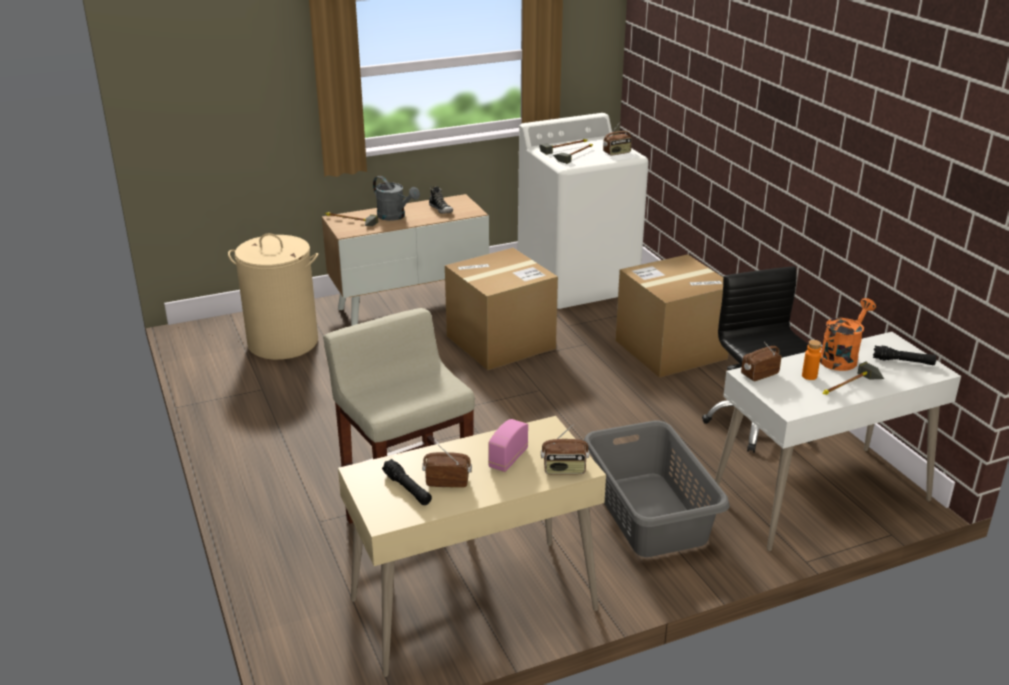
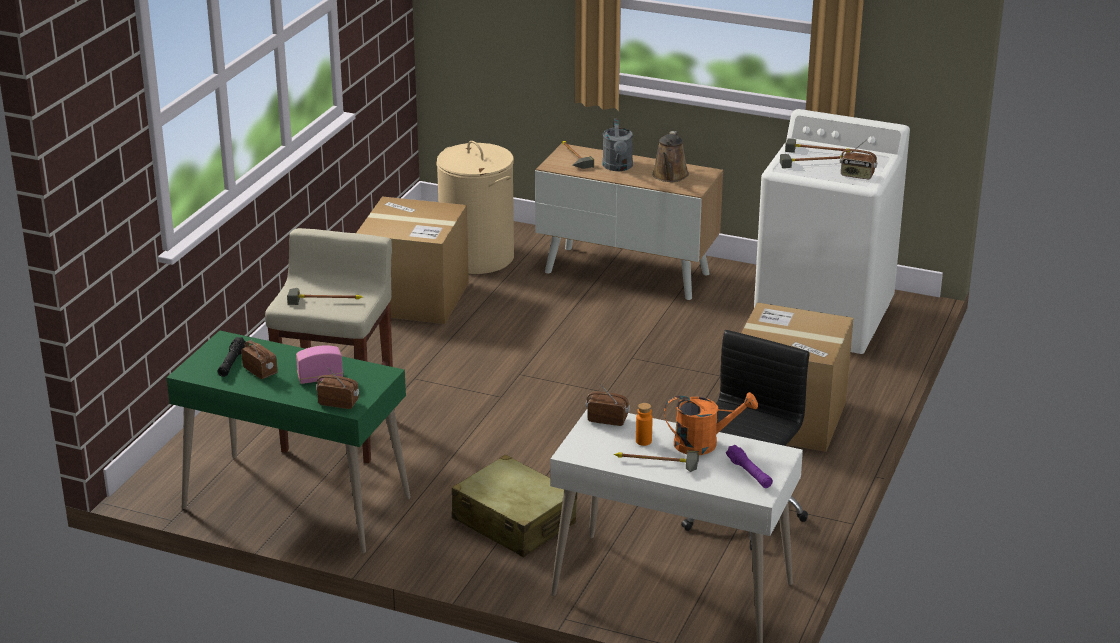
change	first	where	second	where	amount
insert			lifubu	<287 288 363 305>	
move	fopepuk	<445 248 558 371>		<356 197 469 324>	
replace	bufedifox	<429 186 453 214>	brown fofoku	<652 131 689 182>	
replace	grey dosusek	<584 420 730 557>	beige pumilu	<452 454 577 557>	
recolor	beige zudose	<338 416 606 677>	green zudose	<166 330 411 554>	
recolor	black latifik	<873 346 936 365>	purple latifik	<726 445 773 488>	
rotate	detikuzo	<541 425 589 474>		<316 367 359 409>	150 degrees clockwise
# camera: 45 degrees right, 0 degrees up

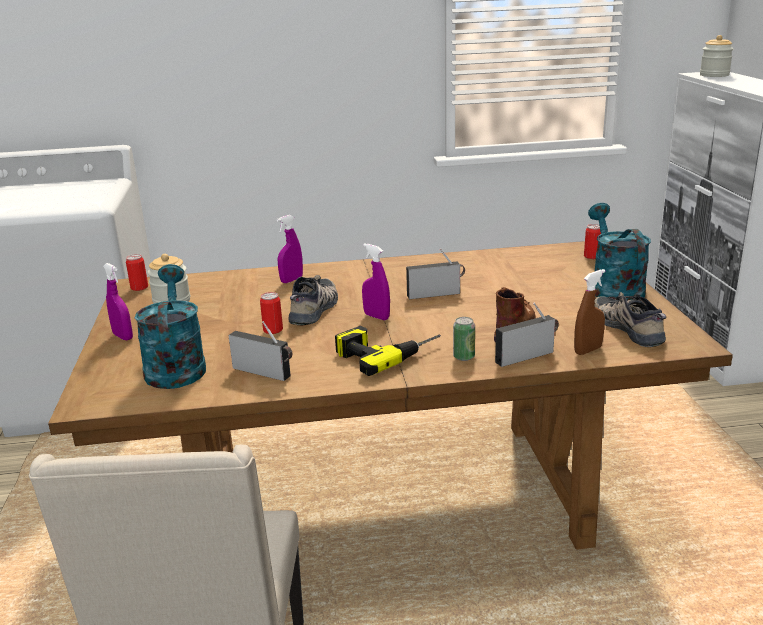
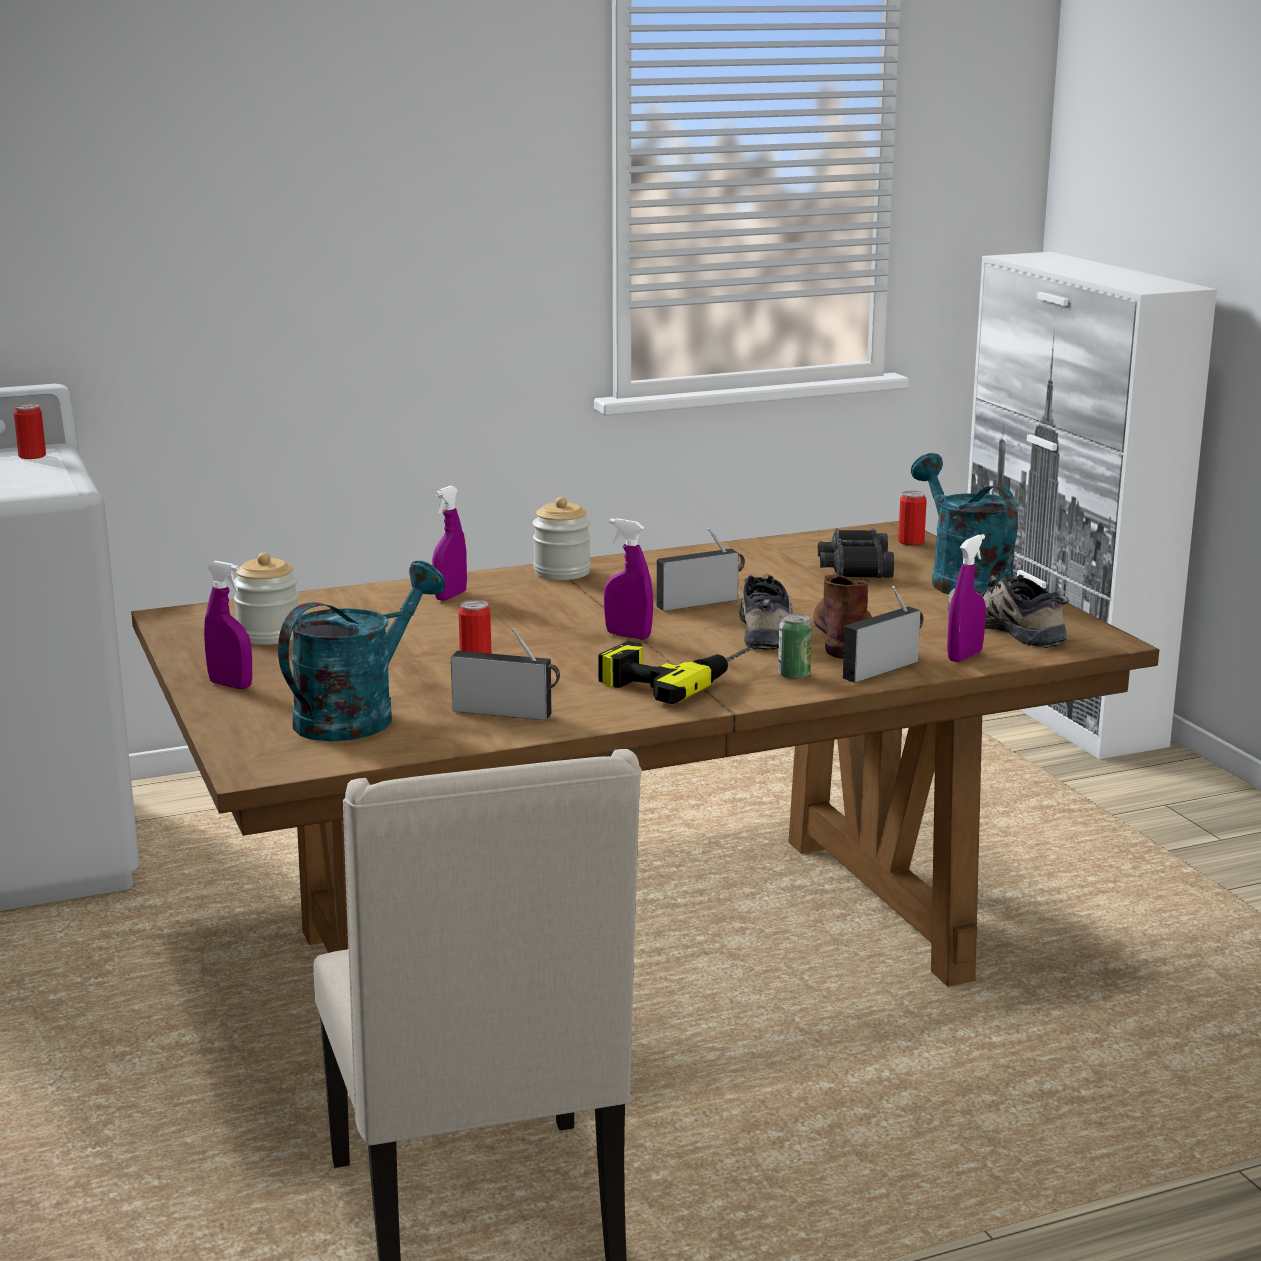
change	first	where	second	where	amount
insert			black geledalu	<818 529 894 578>	
move	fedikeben	<126 254 148 291>		<14 404 46 459>	
move	bufedifox	<289 275 338 326>		<740 574 793 650>	
move	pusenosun	<700 35 734 77>		<533 497 591 580>	
recolor	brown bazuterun	<574 269 605 355>	purple bazuterun	<947 534 986 662>	
rotate	turquoise fofoku	<135 264 206 389>		<278 561 445 741>	60 degrees clockwise
# camera: 15 degrees left, 5 degrees down

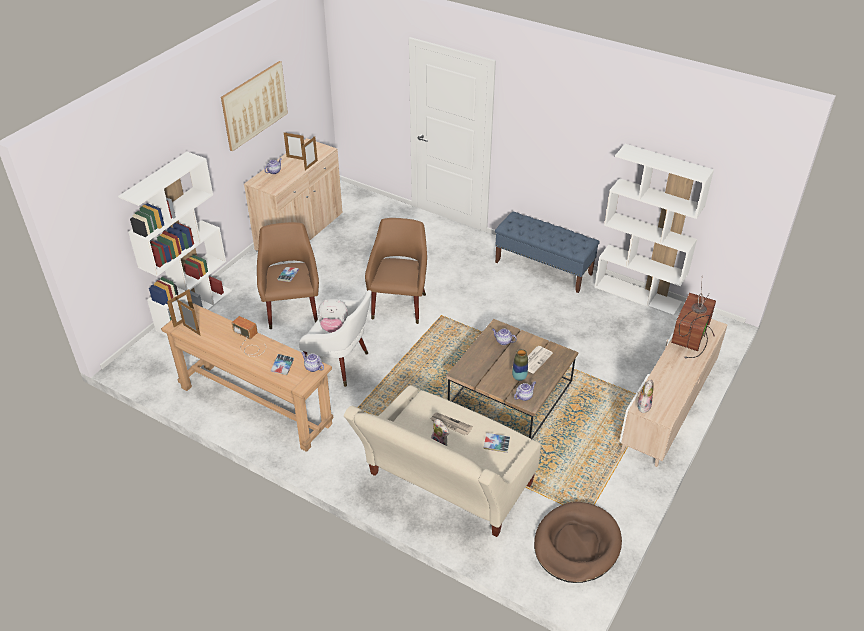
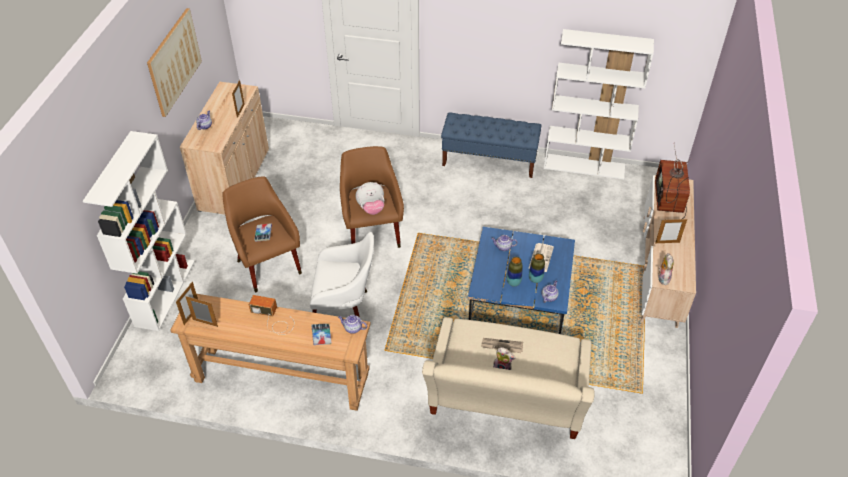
change	first	where	second	where	amount
delete	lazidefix	<483 433 510 453>			
delete	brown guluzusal	<534 502 622 583>			
insert			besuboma	<507 257 523 286>	
move	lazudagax	<284 132 304 160>		<655 218 687 243>	
move	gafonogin	<318 299 348 333>		<355 182 384 215>	
recolor	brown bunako	<446 319 578 439>	blue bunako	<468 227 575 334>	
# camera: 20 degrees left, 5 degrees up

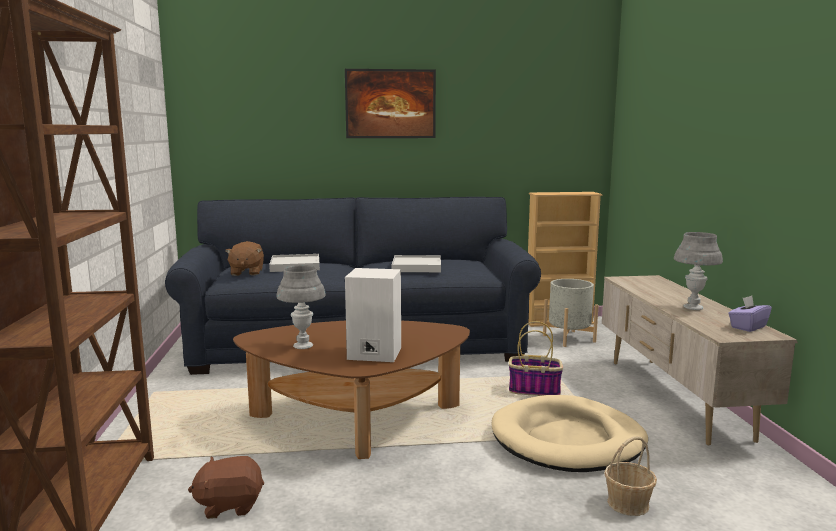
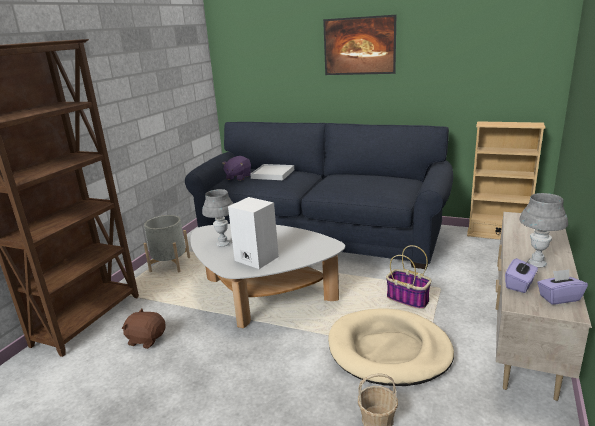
change	first	where	second	where	amount
delete	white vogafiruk	<392 255 441 272>			
insert			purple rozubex	<505 258 538 293>	
move	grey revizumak	<543 279 599 347>		<144 215 190 272>	
recolor	brown gafonogin	<225 241 264 276>	purple gafonogin	<222 156 251 181>	
recolor	brown bunako	<233 321 470 459>	white bunako	<190 224 345 328>	
# camera: 30 degrees right, 10 degrees up

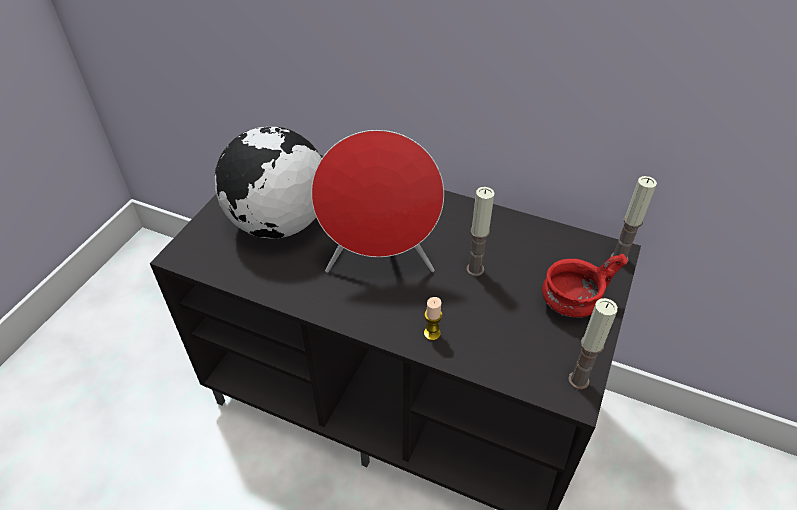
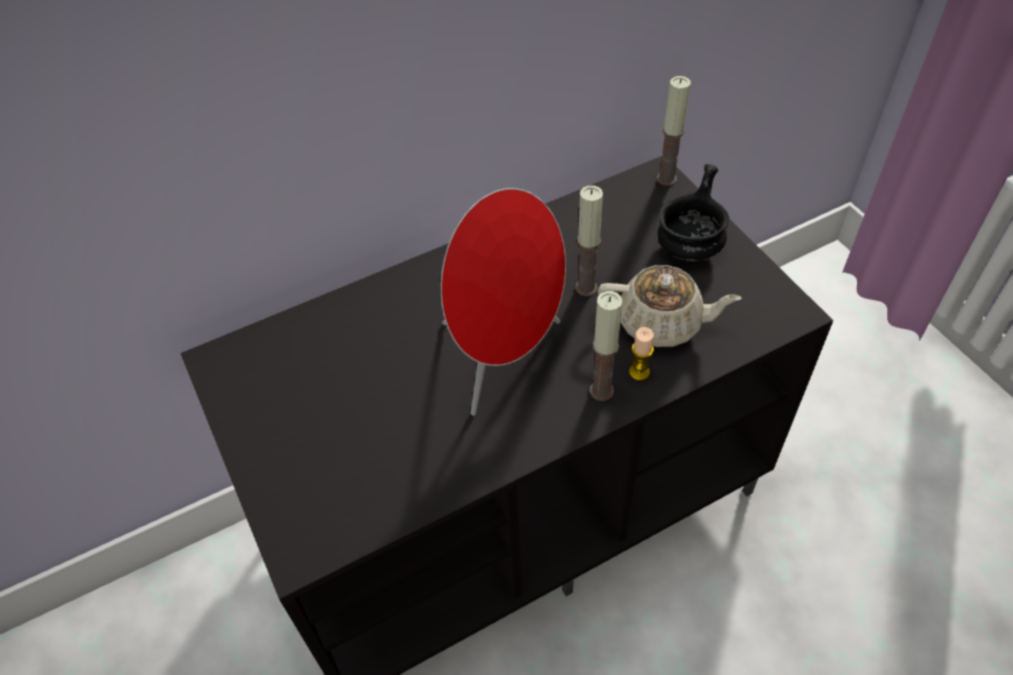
change	first	where	second	where	amount
delete	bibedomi	<215 127 322 238>			
insert			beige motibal	<598 265 742 347>	
move	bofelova	<568 298 618 390>		<590 291 623 401>	
recolor	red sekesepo	<542 254 628 318>	black sekesepo	<658 164 729 261>	
# camera: 50 degrees left, 5 degrees up

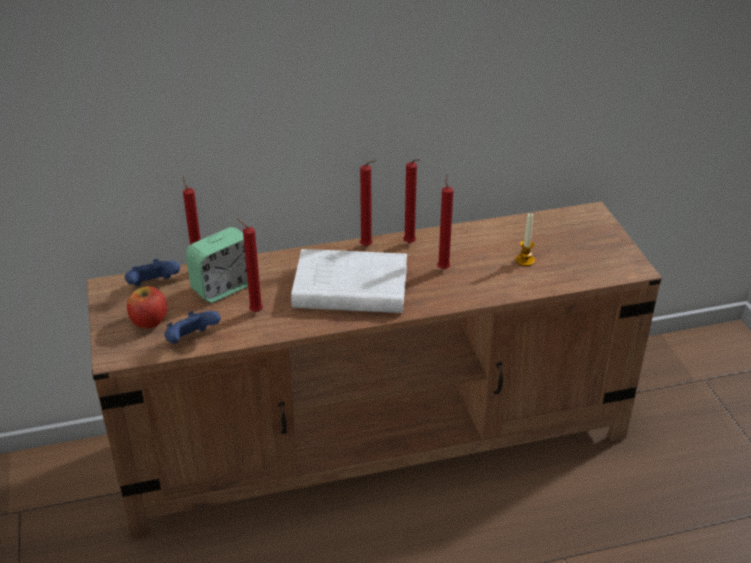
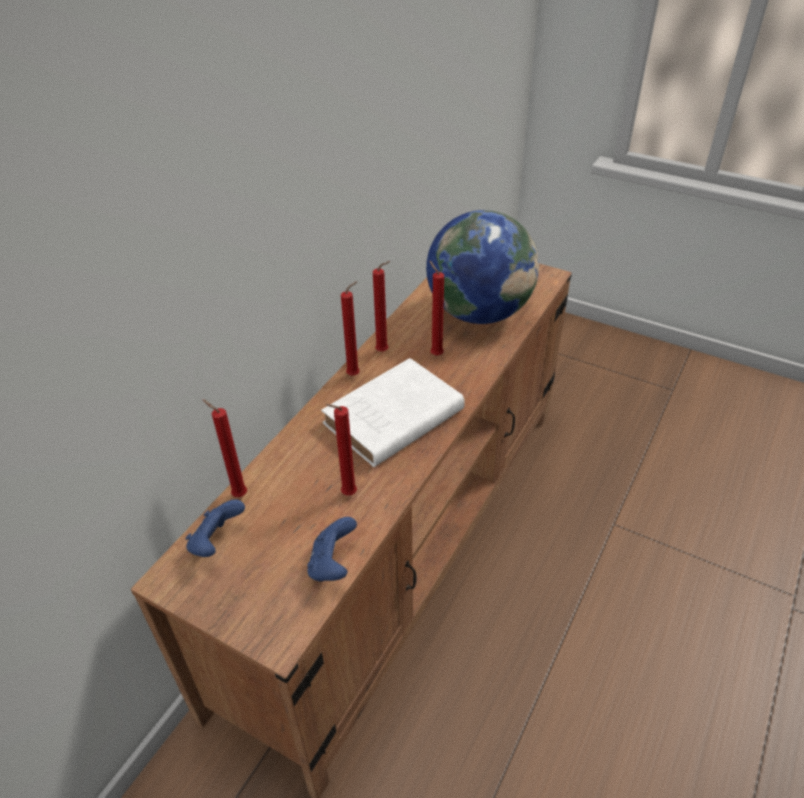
change	first	where	second	where	amount
delete	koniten	<127 286 167 329>			
delete	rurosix	<185 227 248 303>			
replace	bofelova	<516 213 535 266>	bibedomi	<426 210 539 324>	
# camera: 45 degrees left, 5 degrees up

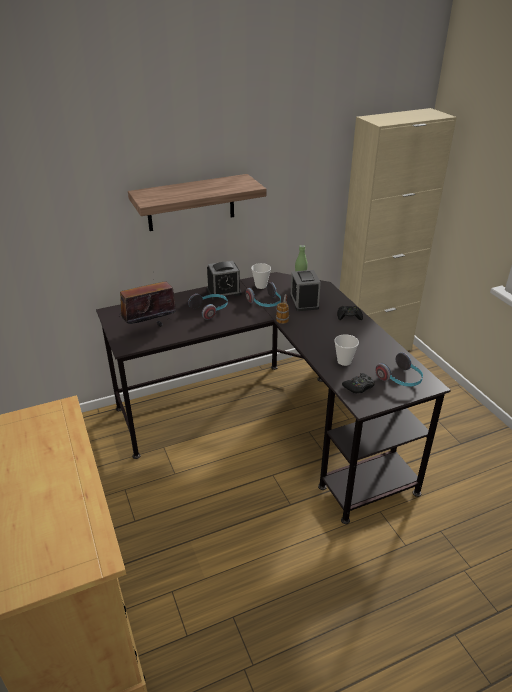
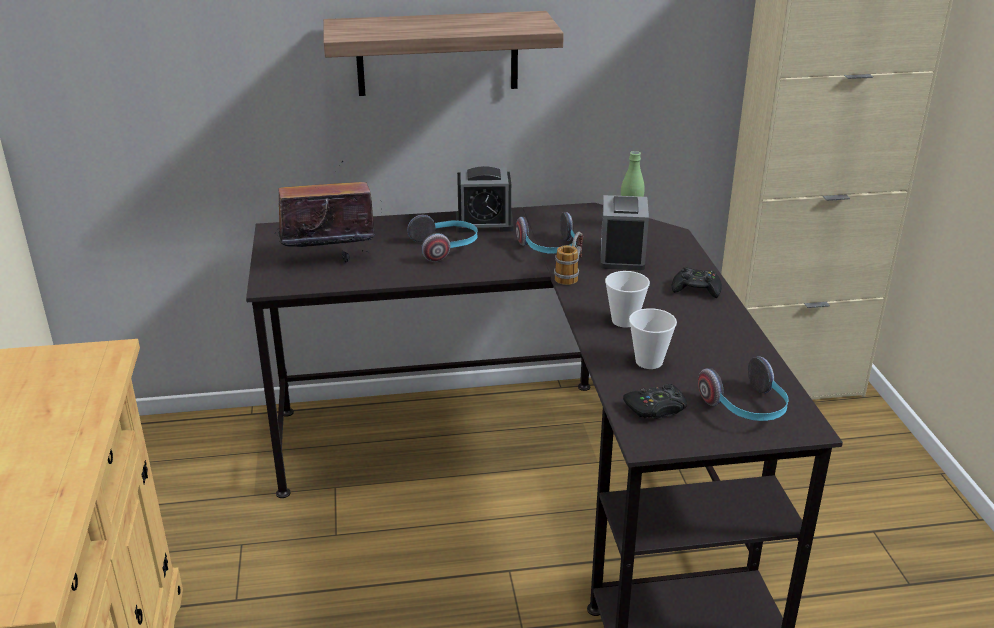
change	first	where	second	where	amount
move	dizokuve	<251 263 271 289>		<605 271 650 328>	
# camera: 15 degrees right, 5 degrees down

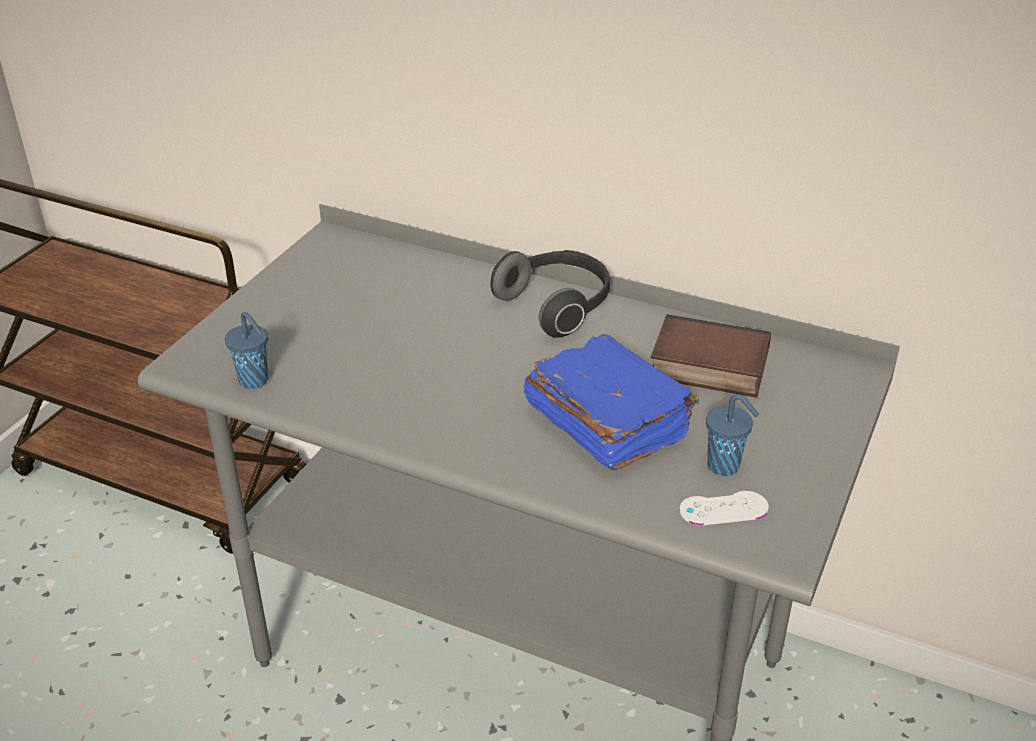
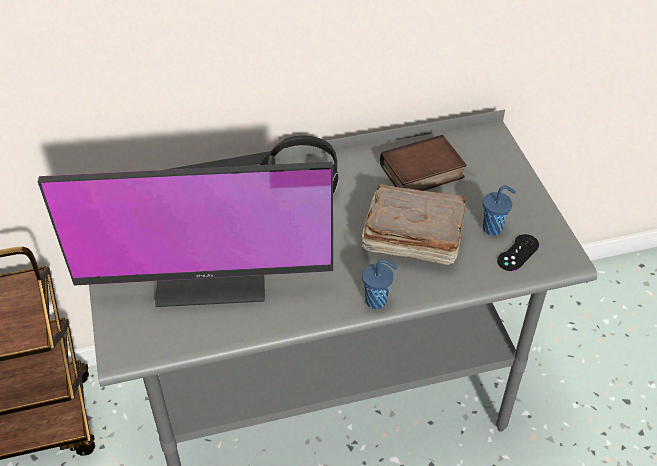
change	first	where	second	where	amount
insert			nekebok	<38 162 333 307>	
move	blue dizokuve	<225 312 268 389>		<362 259 397 309>	
recolor	blue lazidefix	<524 334 699 470>	brown lazidefix	<361 184 467 265>	
recolor	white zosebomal	<679 491 769 525>	black zosebomal	<497 234 539 271>	
# camera: 40 degrees left, 10 degrees up

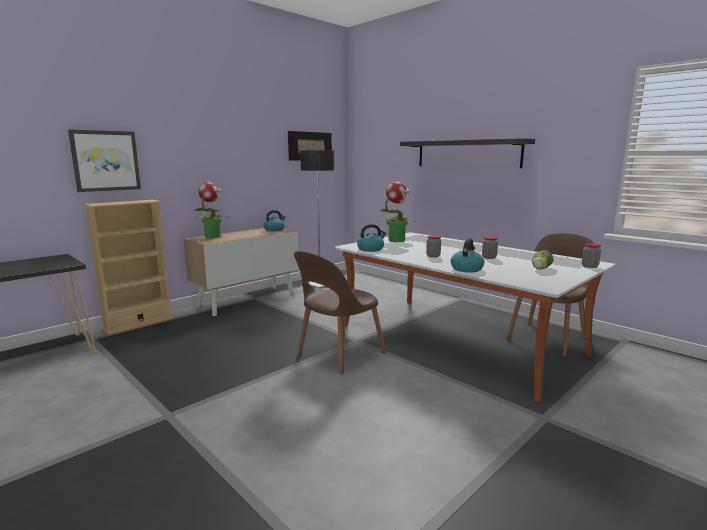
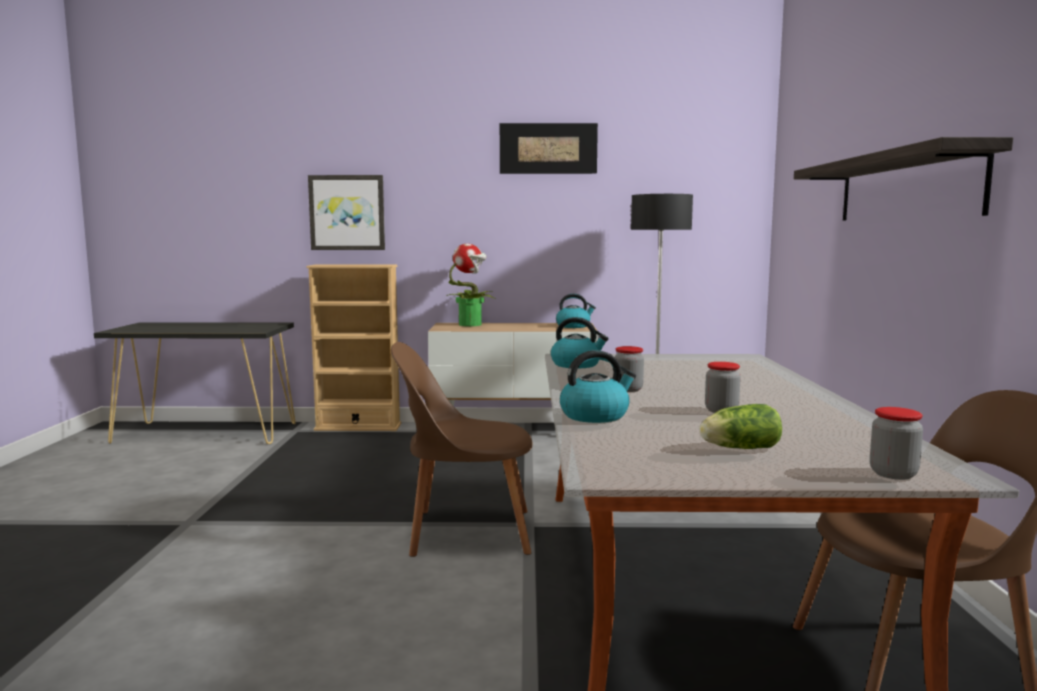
change	first	where	second	where	amount
delete	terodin	<380 182 416 242>			
move	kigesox	<288 131 332 160>		<500 123 598 174>	
# camera: 45 degrees right, 5 degrees down

